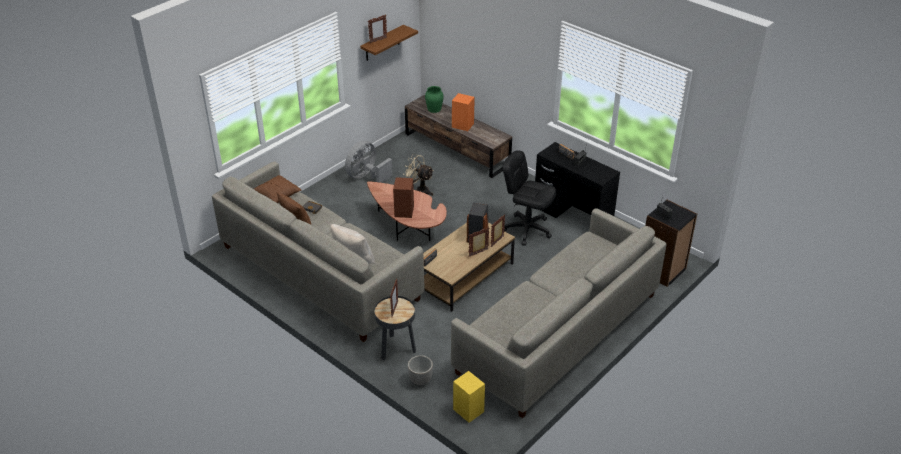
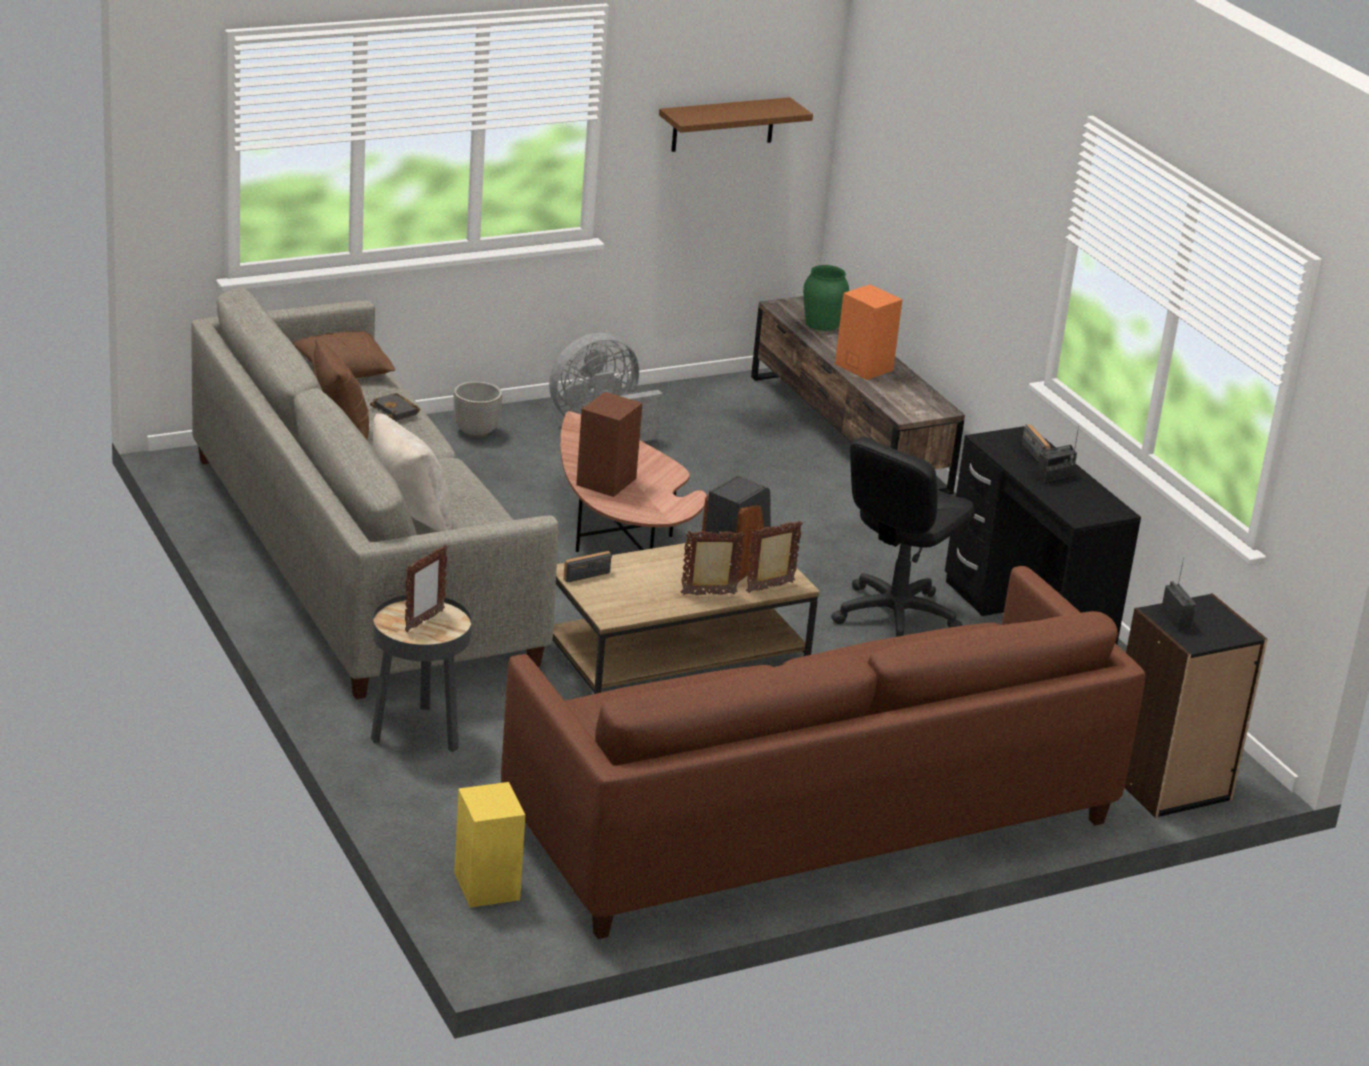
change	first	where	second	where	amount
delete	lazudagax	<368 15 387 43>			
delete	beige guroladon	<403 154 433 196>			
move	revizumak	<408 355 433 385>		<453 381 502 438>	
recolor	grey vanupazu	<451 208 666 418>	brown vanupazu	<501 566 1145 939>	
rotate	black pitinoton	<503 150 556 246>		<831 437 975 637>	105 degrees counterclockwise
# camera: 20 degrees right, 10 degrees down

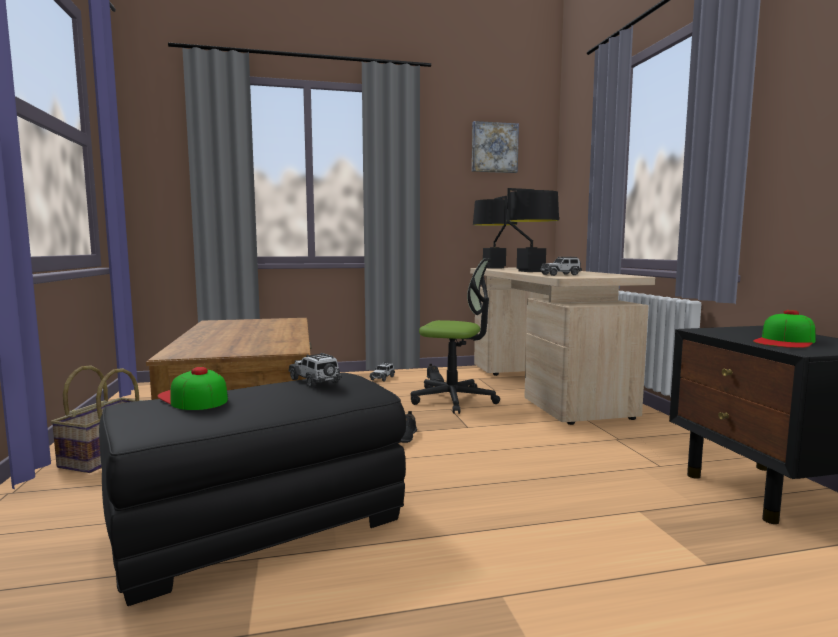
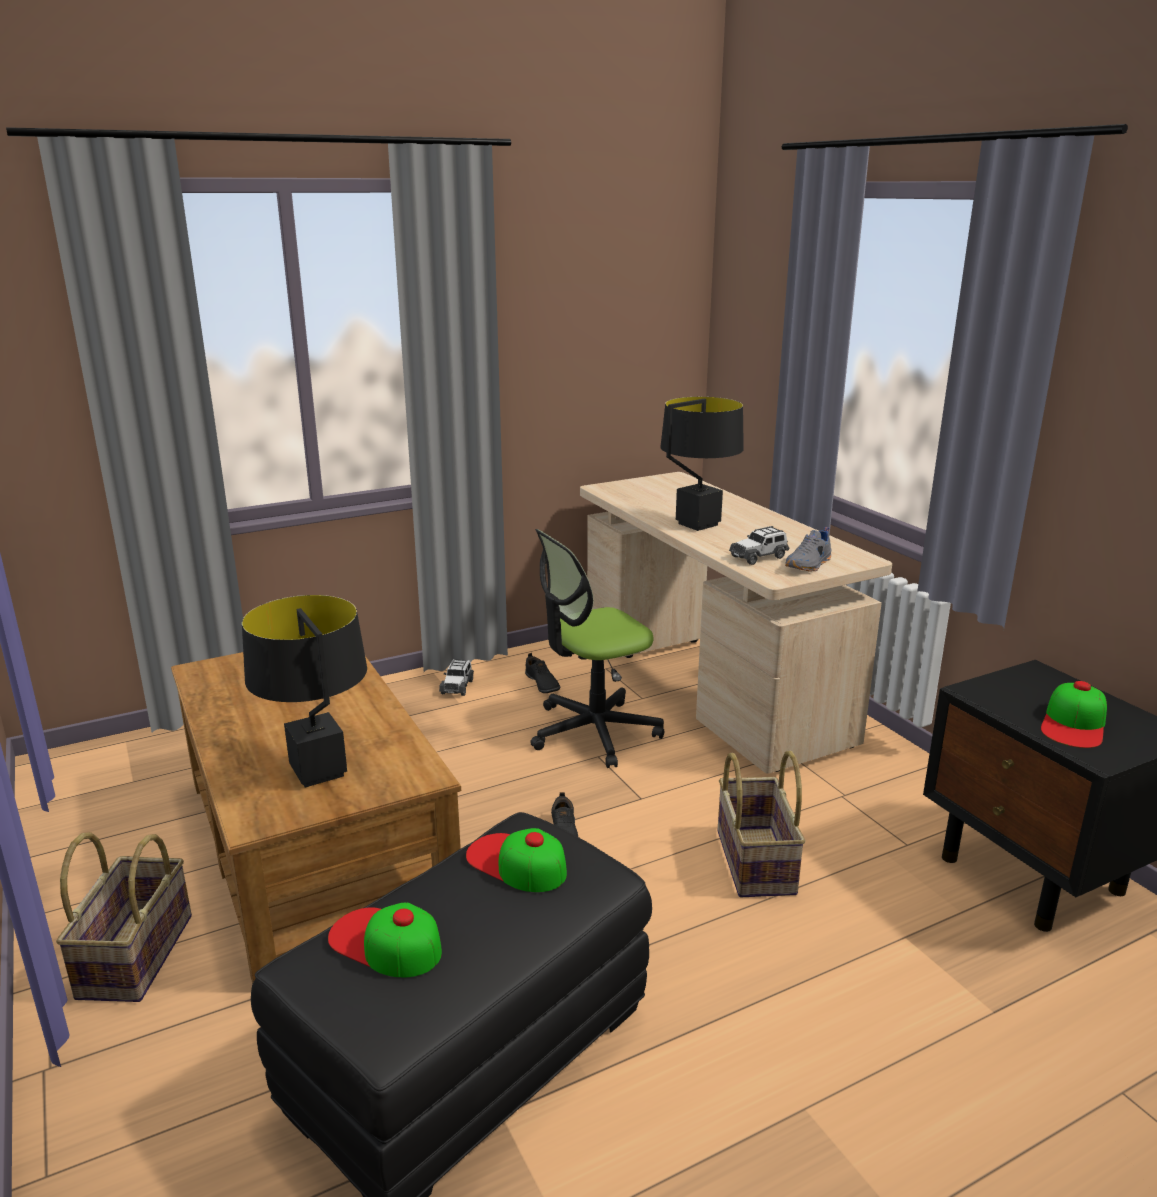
change	first	where	second	where	amount
delete	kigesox	<472 121 519 173>			
insert			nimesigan	<717 751 806 897>	
insert			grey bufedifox	<785 527 831 572>	
move	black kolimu	<473 196 517 269>		<242 595 367 788>	
replace	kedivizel	<289 353 341 387>	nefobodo	<466 828 567 892>	
rotate	pitinoton	<411 258 500 414>		<530 529 664 768>	150 degrees clockwise
# camera: 15 degrees left, 15 degrees up

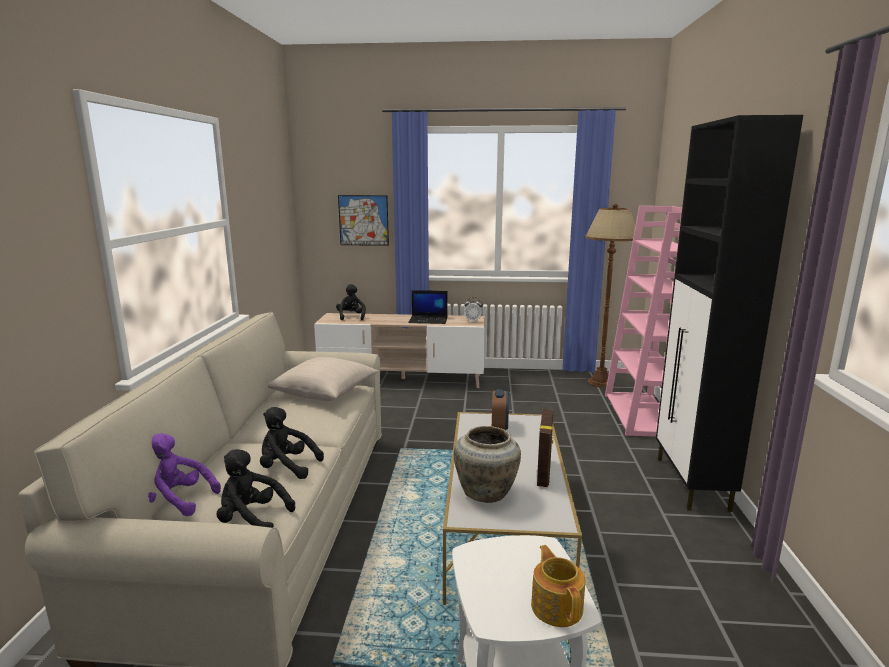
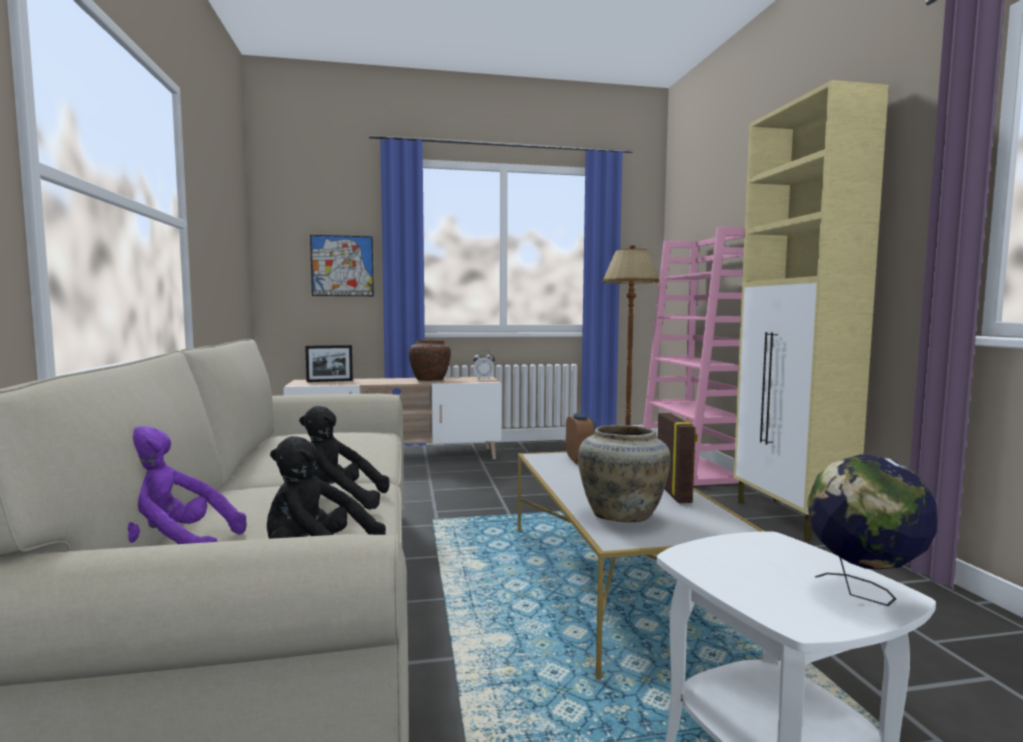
change	first	where	second	where	amount
delete	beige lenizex	<268 357 379 401>			
replace	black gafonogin	<336 284 366 320>	lazudagax	<305 345 353 382>	
replace	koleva	<408 290 448 324>	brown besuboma	<409 340 451 381>	
replace	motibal	<531 545 585 627>	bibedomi	<807 454 938 606>	
recolor	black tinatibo	<656 115 803 512>	beige tinatibo	<734 80 889 542>	
# camera: 15 degrees left, 10 degrees down

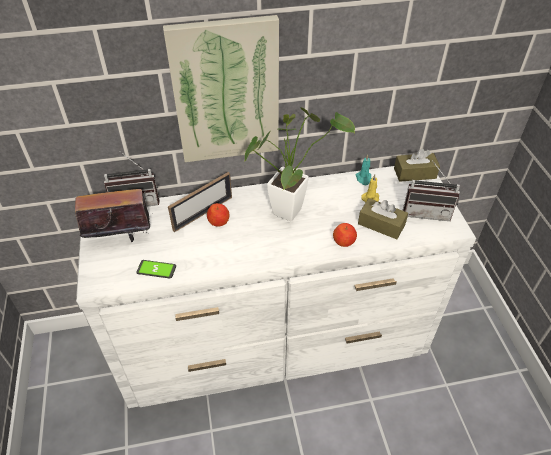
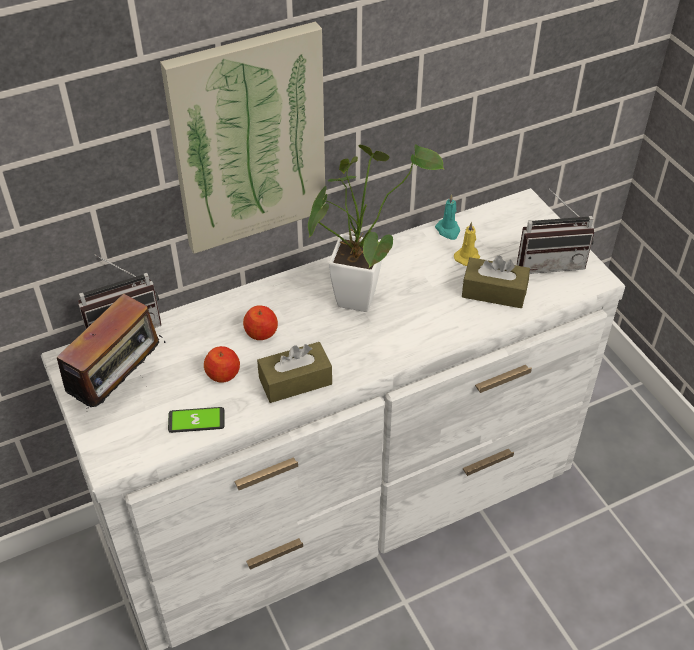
change	first	where	second	where	amount
delete	lazudagax	<168 172 232 232>			
move	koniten	<333 223 357 247>		<204 346 240 383>	
move	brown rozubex	<394 149 440 182>		<257 342 332 403>	
rotate	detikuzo	<75 178 153 242>		<46 294 167 412>	150 degrees clockwise
# camera: 15 degrees left, 0 degrees up

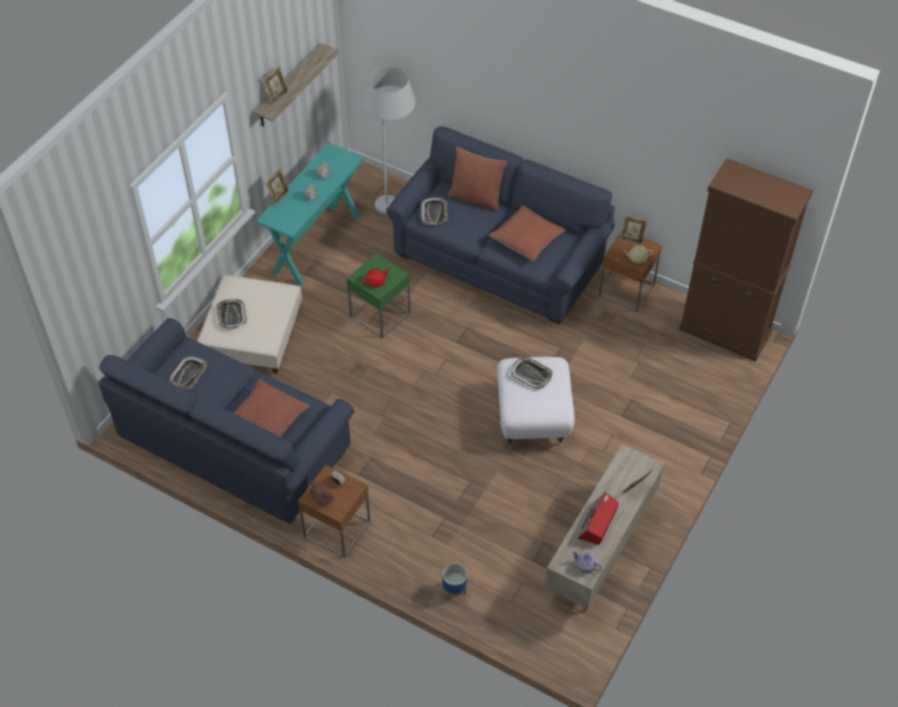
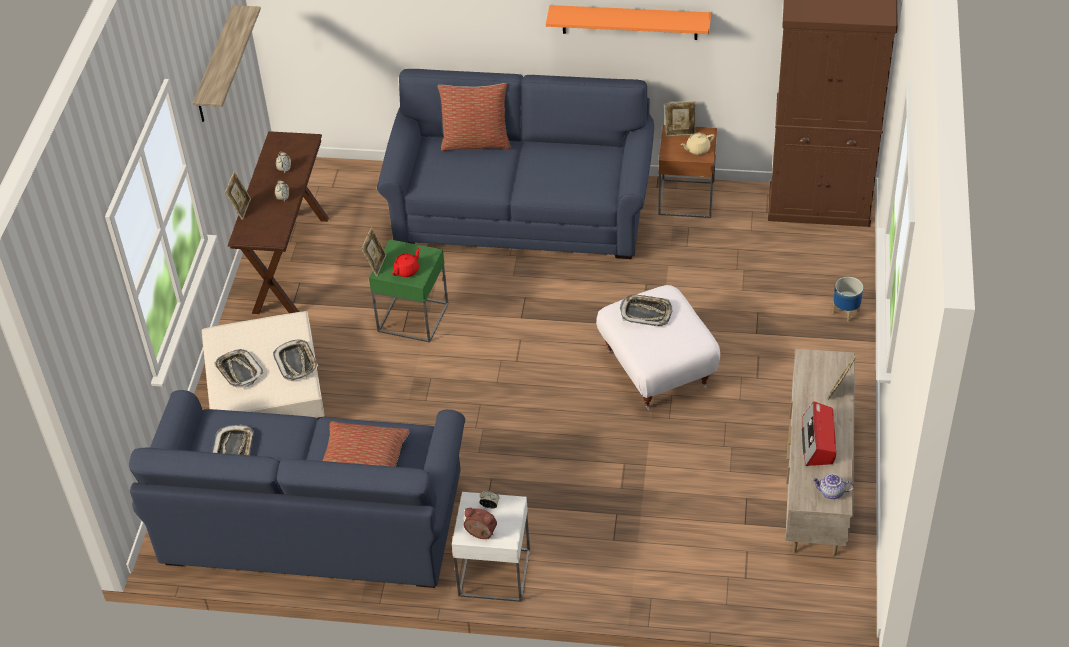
change	first	where	second	where	amount
delete	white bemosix	<364 66 415 214>			
delete	lenizex	<489 205 566 261>			
insert			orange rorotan	<546 5 711 40>	
move	lazudagax	<262 66 289 105>		<361 227 387 277>	
move	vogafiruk	<421 197 448 225>		<273 339 318 381>	
move	revizumak	<442 563 467 601>		<832 277 863 323>	
recolor	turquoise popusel	<256 142 364 286>	brown popusel	<228 131 329 314>	
recolor	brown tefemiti	<298 465 370 558>	white tefemiti	<452 492 530 602>	
# camera: 20 degrees left, 5 degrees down

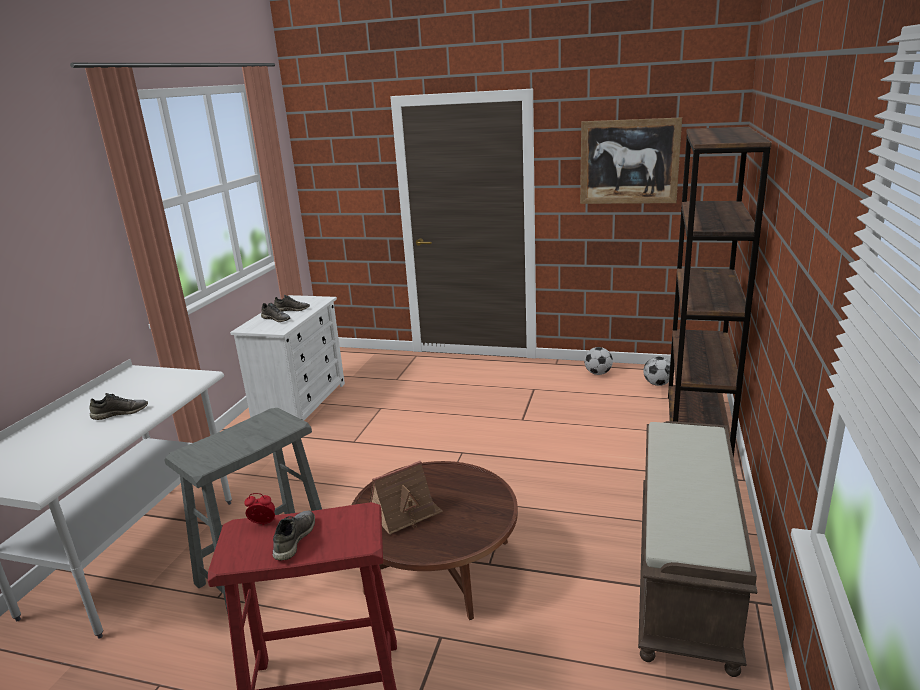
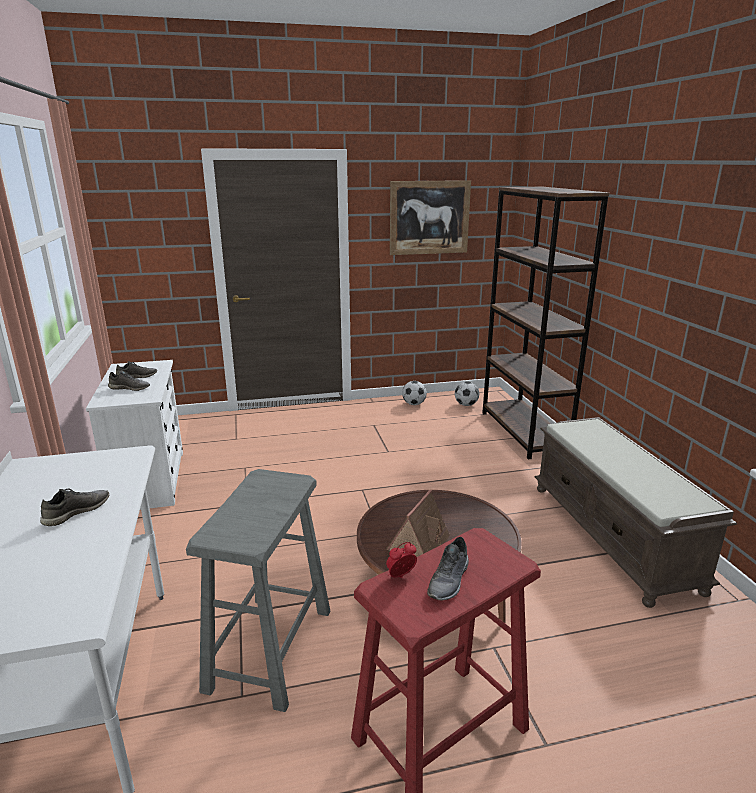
change	first	where	second	where	amount
rotate	grey bufedifox	<273 510 315 560>		<427 537 469 601>	135 degrees counterclockwise
# camera: 30 degrees left, 0 degrees up

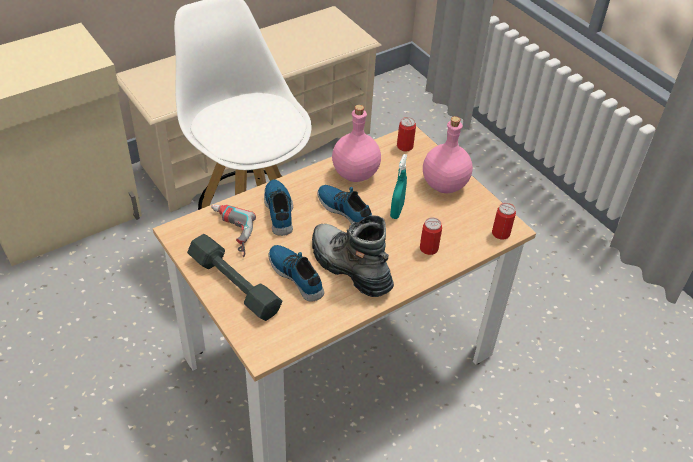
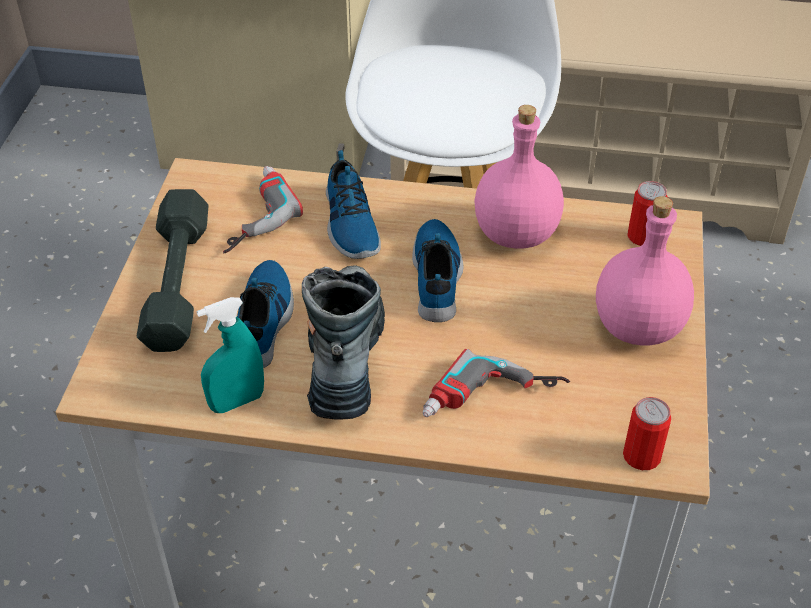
change	first	where	second	where	amount
move	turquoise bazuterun	<390 154 407 219>		<197 297 264 413>	
replace	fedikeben	<420 217 442 255>	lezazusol	<423 349 570 417>	
rotate	bufedifox	<264 179 293 236>		<326 150 381 259>	135 degrees clockwise
# camera: 45 degrees right, 0 degrees up

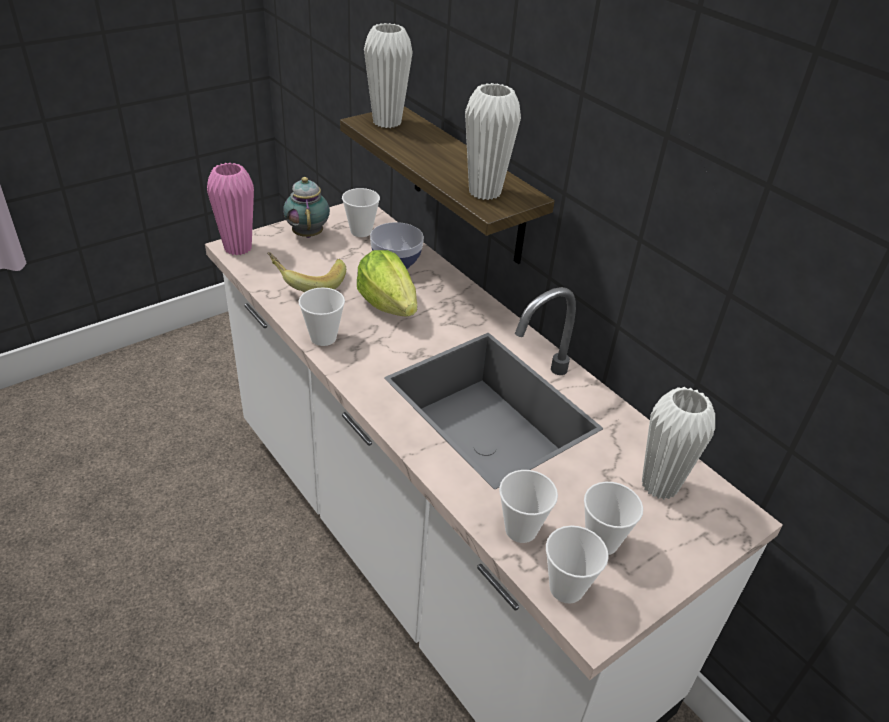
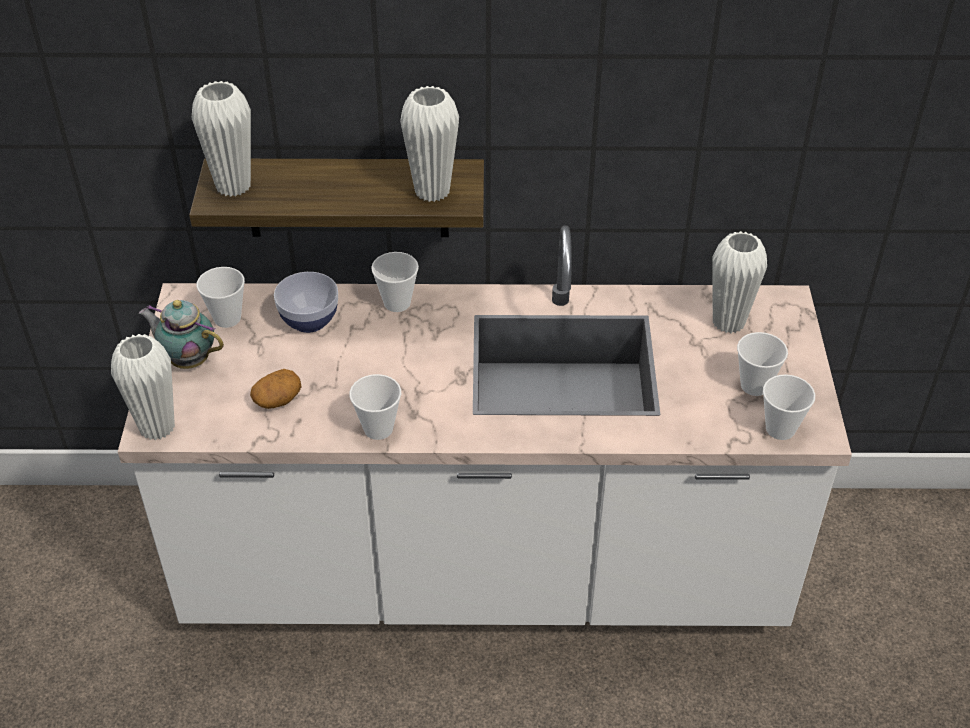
change	first	where	second	where	amount
delete	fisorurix	<357 250 417 316>			
move	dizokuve	<499 470 558 543>		<371 252 419 312>	
replace	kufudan	<267 252 346 292>	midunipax	<250 369 302 409>	
recolor	pink besuboma	<207 163 254 256>	white besuboma	<111 334 175 440>	
# camera: 50 degrees left, 5 degrees up

